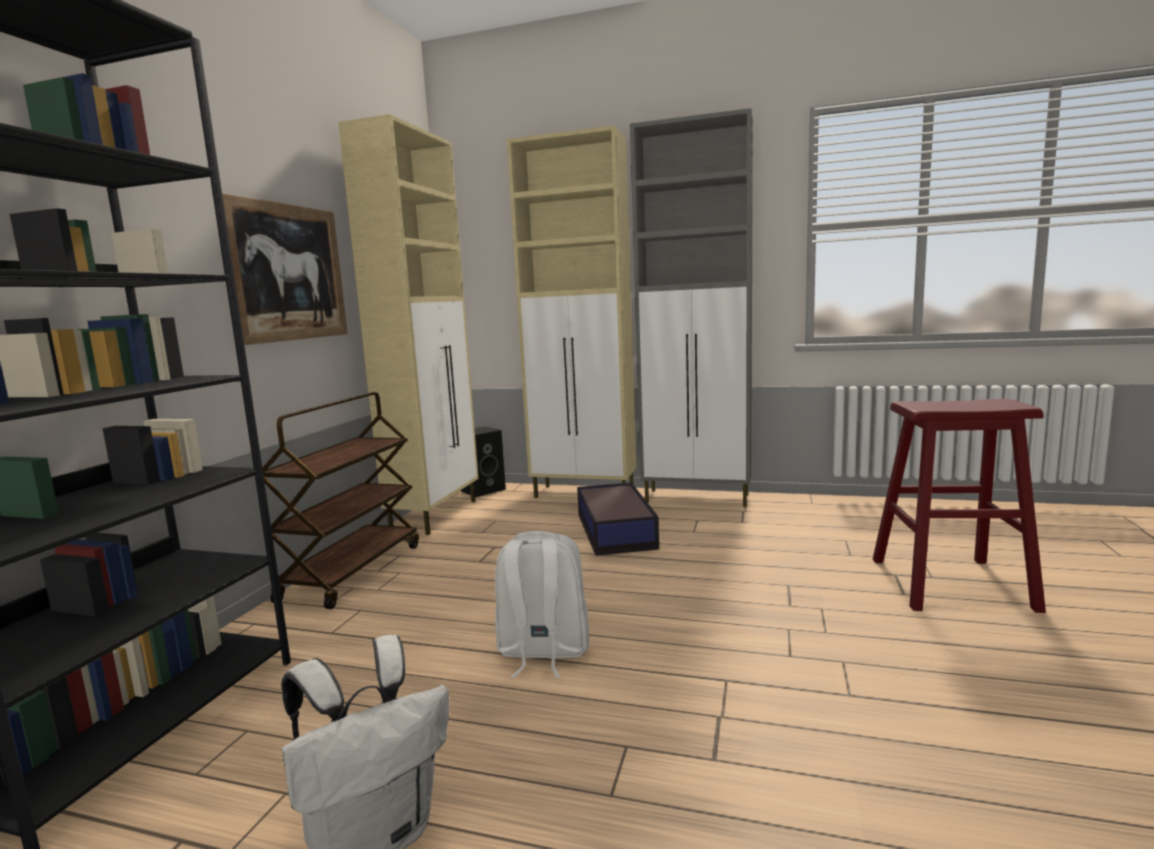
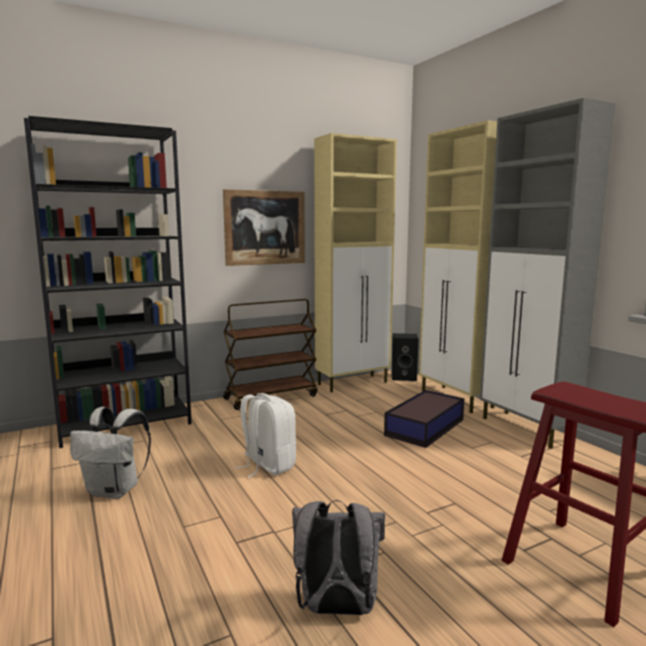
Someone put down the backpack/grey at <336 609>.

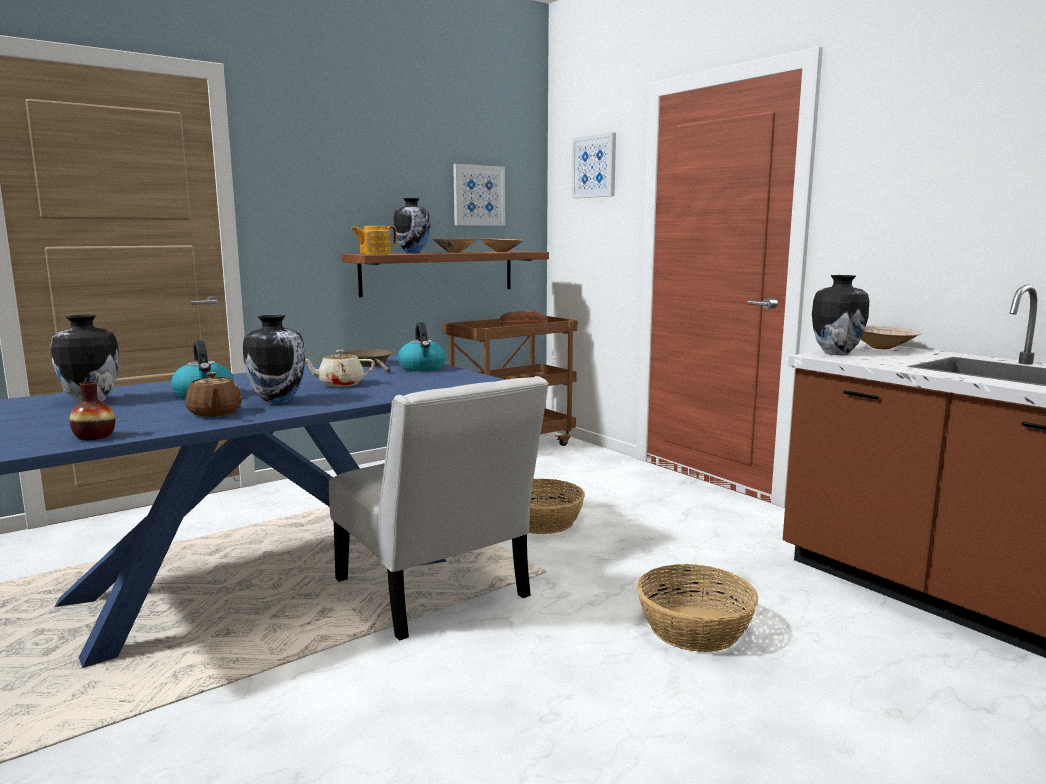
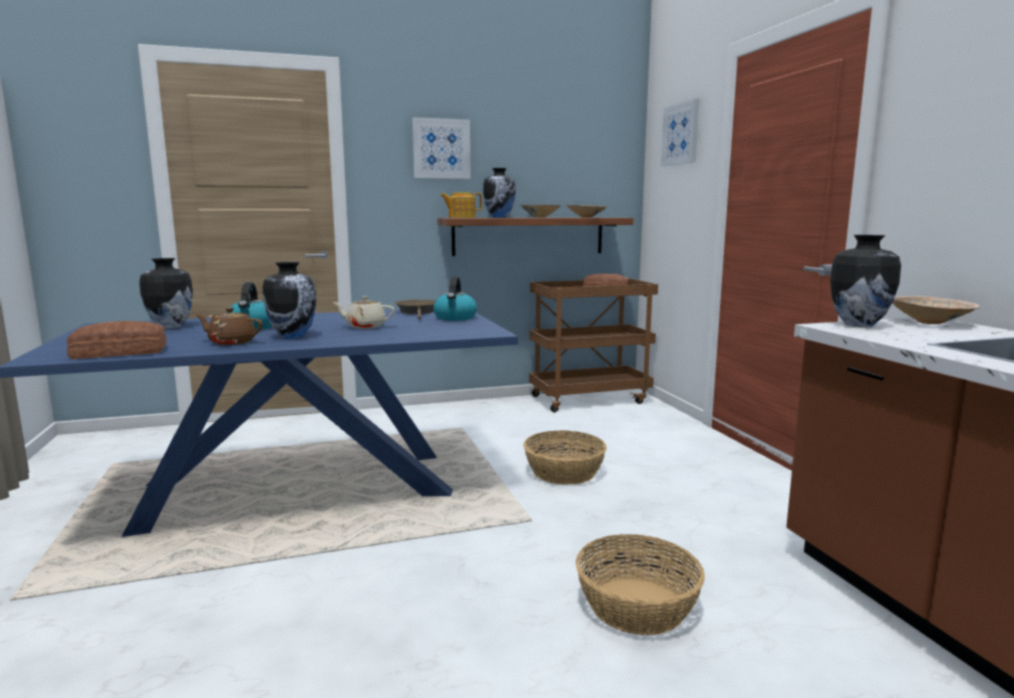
Someone carried the picture from <478 195> to <441 149>.
Someone rotated the teapot/brown at <215 413> by 105 degrees clockwise.
Someone took away the chair/white at <435 593>.
Someone swapped the vase at <94 436> for the bread at <121 352>.

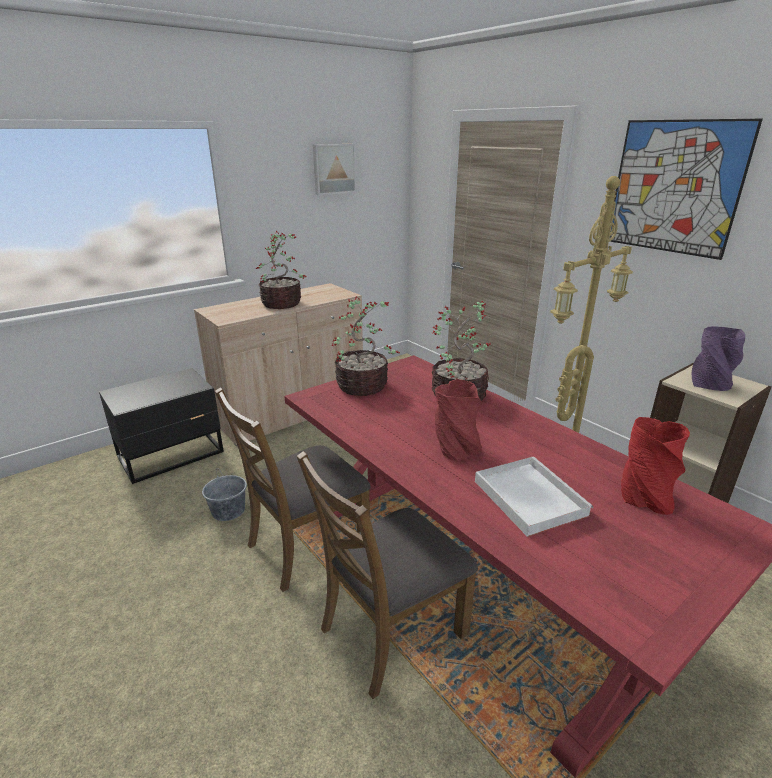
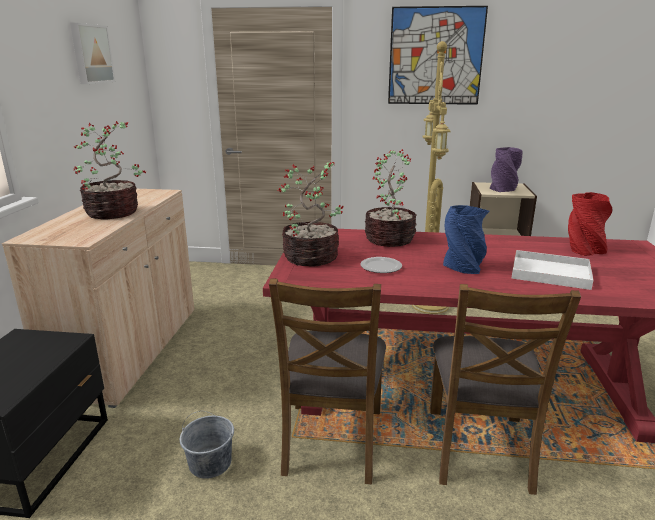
Someone repainted the vase/red at <456 449>, which became the vase/blue at <463 267>.
Someone put down the plate at <381 267>.

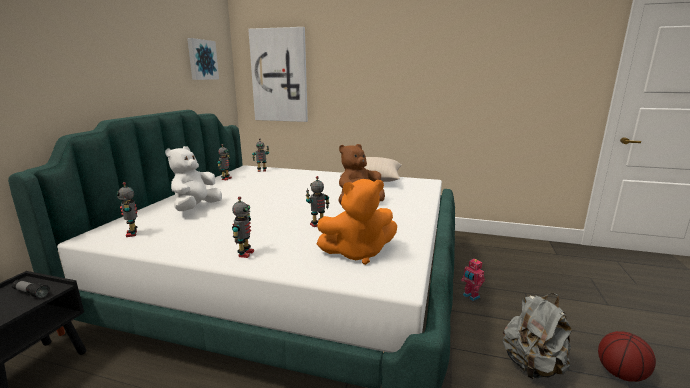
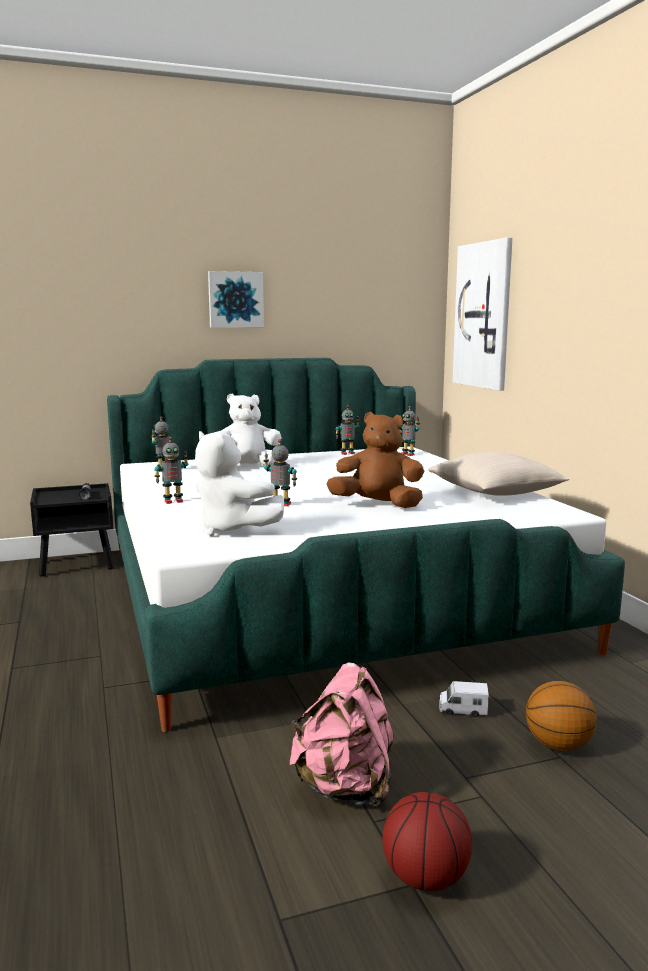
Someone carried the picture from <202 60> to <235 299>.
Someone repainted the plush toy/orange at <358 253>, which became the plush toy/white at <232 529>.
Someone swapped the toy robot at <470 296> for the toy truck at <463 710>.
Someone repainted the backpack/grey at <533 366>, which became the backpack/pink at <345 787>.
Someone put down the basketball at <558 745>.

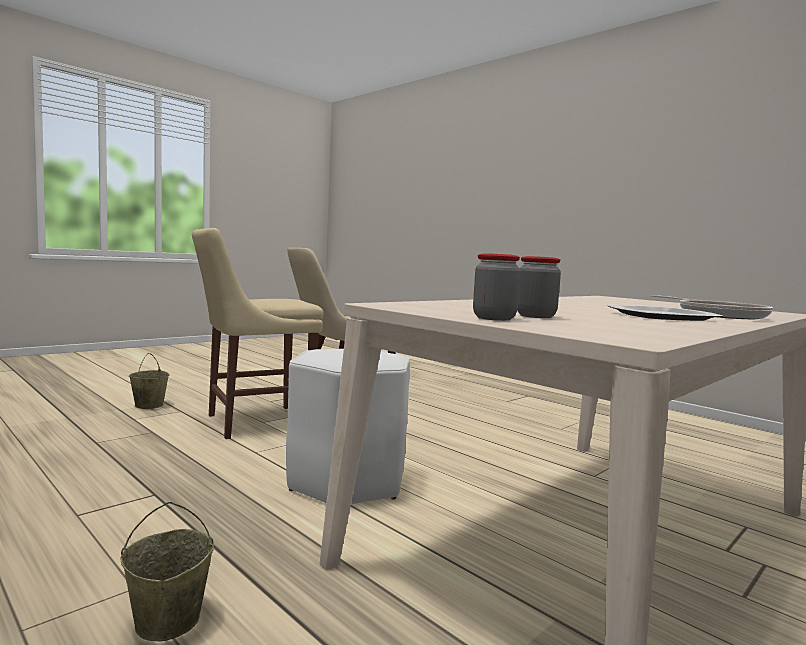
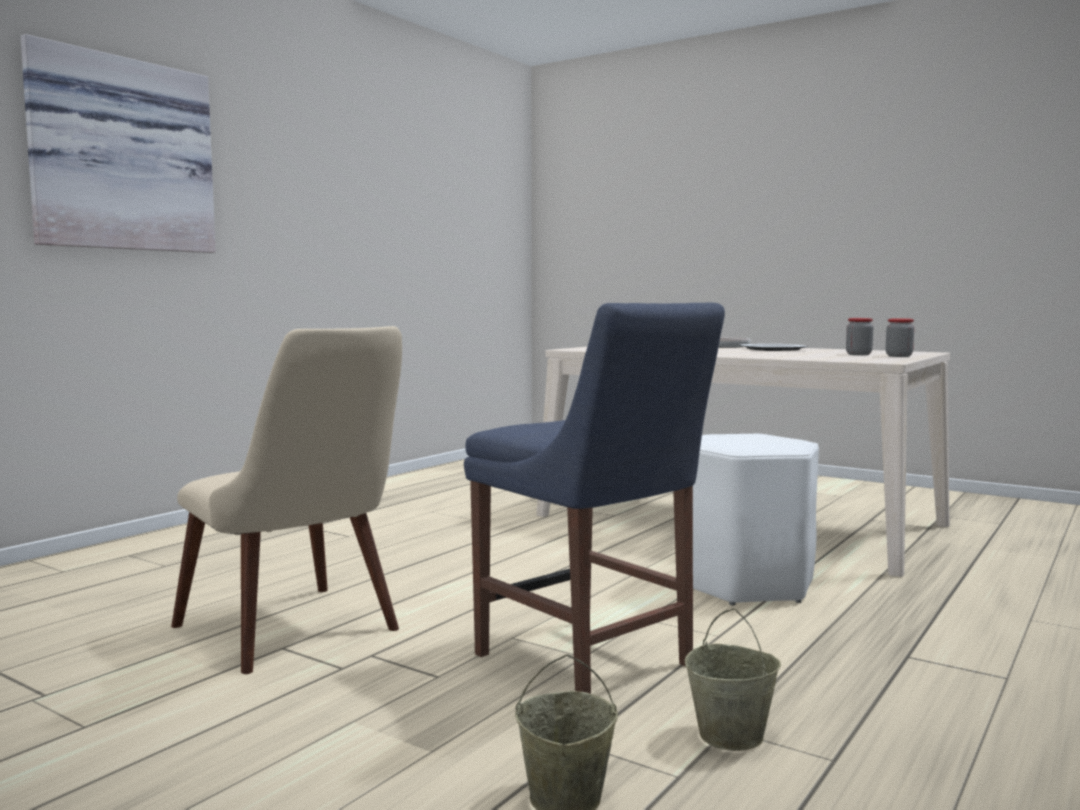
Someone repainted the chair/beige at <253 422>, which became the chair/blue at <589 663>.
Someone carried the bucket/beige from <167 621> to <732 735>.
Someone put up the picture at <120 155>.

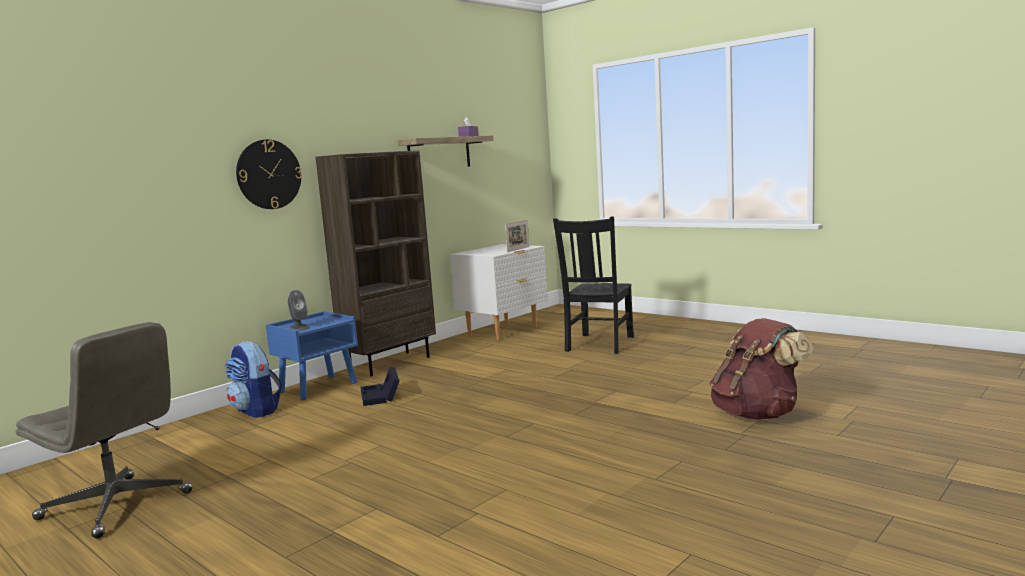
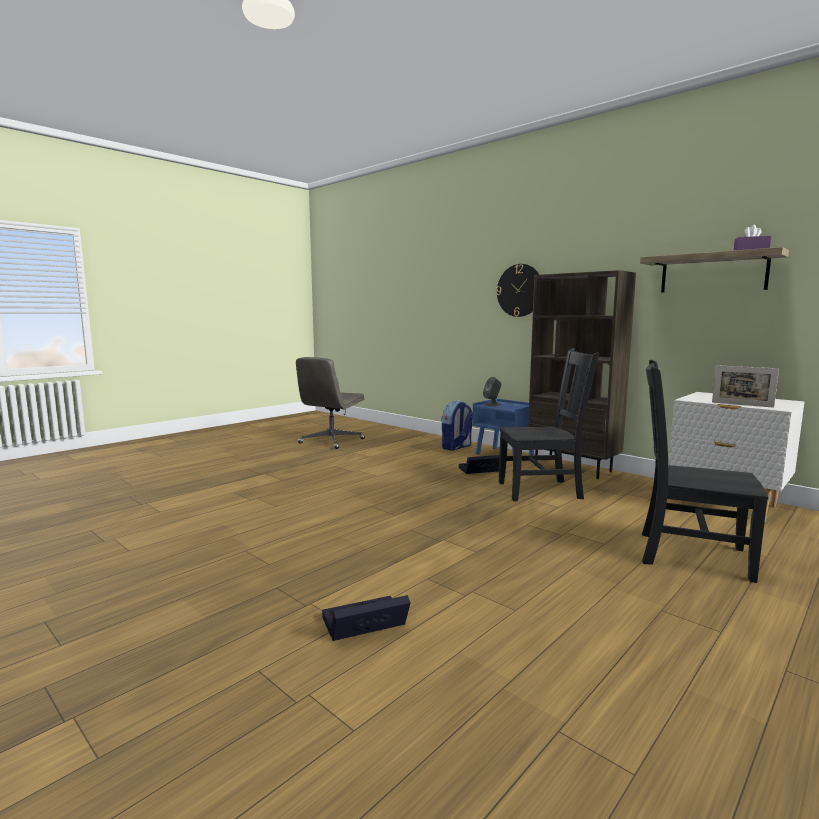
Someone swapped the backpack/brown at <757 414> for the storage box/black at <363 625>.
Someone put down the chair/black at <542 490>.

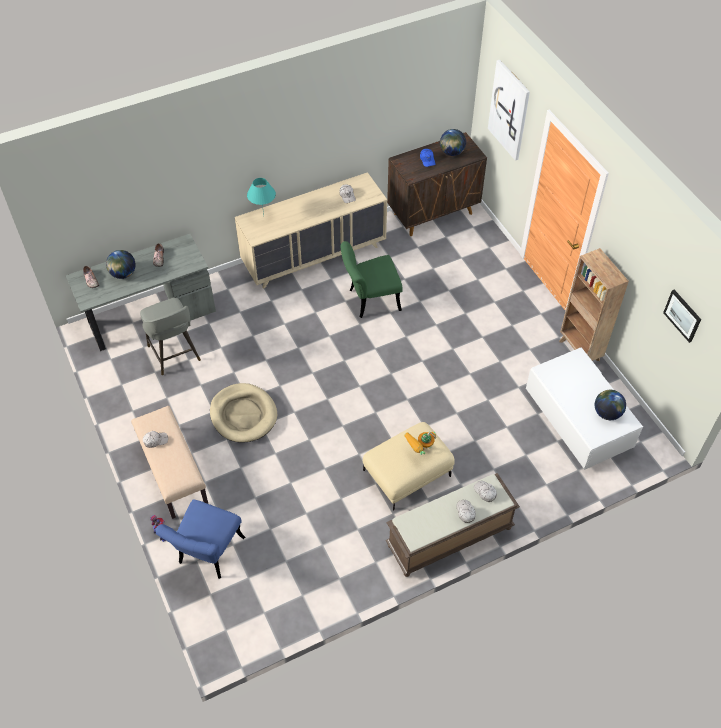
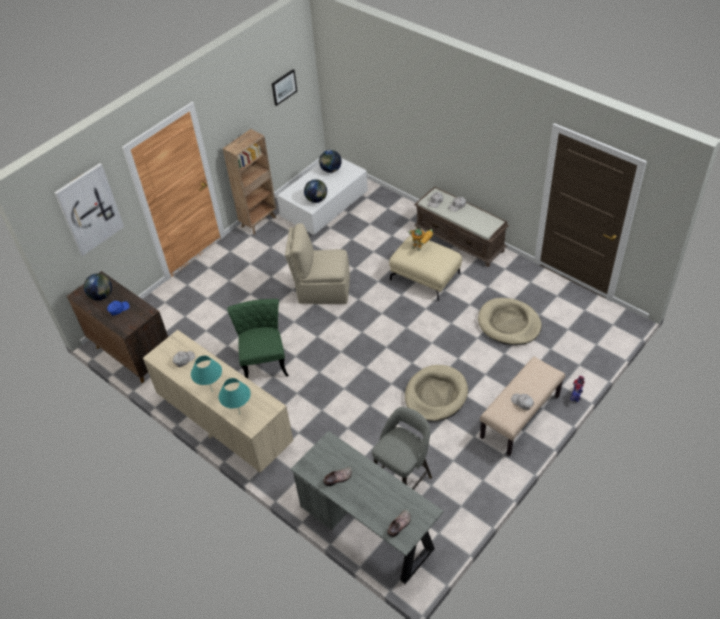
Someone rotated the chair/green at <369 300> by 150 degrees counterclockwise.
Someone carried the globe from <123 274> to <316 200>.
Someone took away the chair/blue at <207 554>.
Someone put down the chair/beige at <322 290>.
Someone put down the dog bed/beige at <509 324>.
Someone put down the table lamp/turquoise at <212 391>.

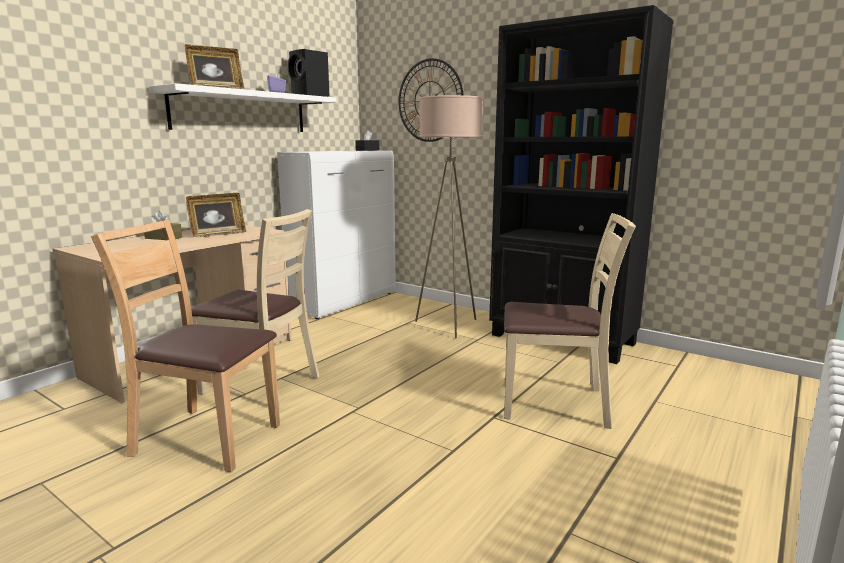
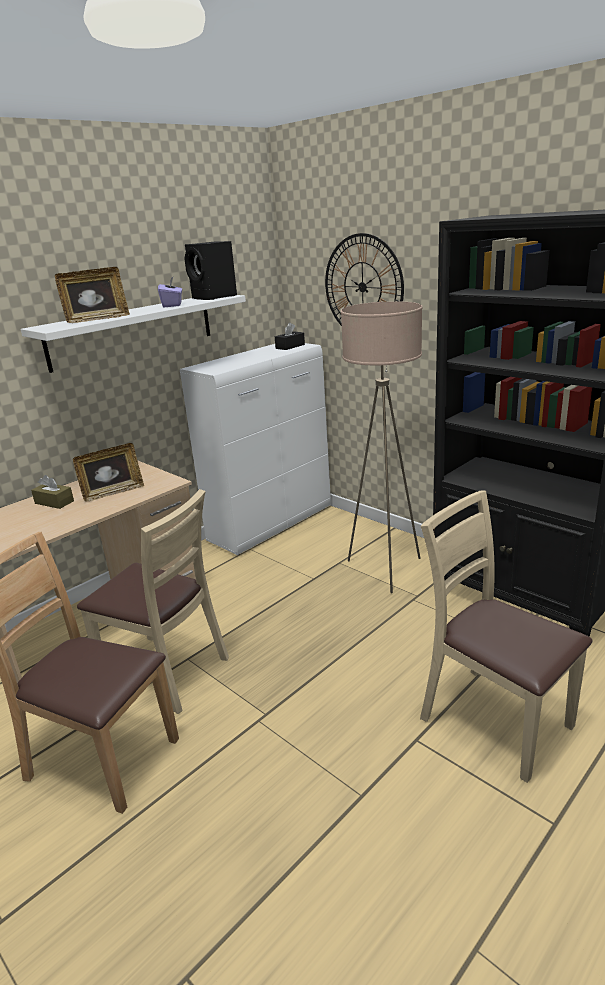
Someone rotated the chair/beige at <556 404> by 150 degrees counterclockwise.

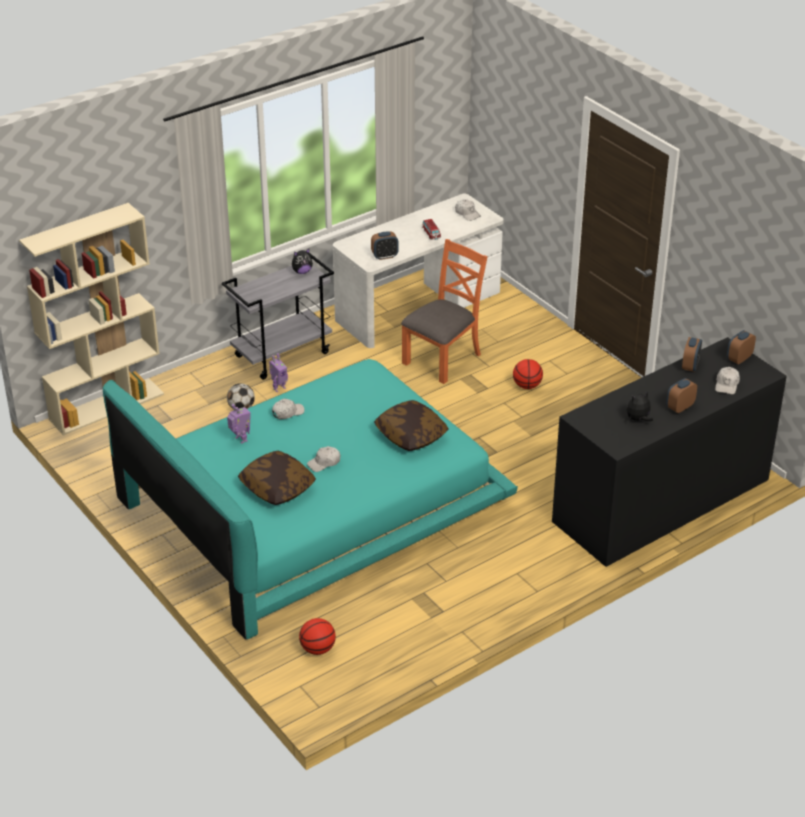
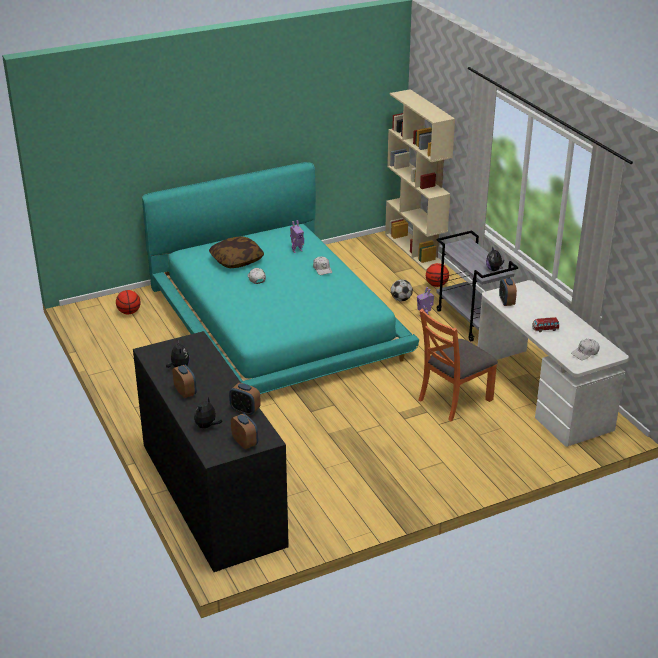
Someone rotated the chair/orange at <443 359> by 90 degrees clockwise.
Someone carried the basketball from <527 386> to <436 285>.
Someone swapped the cap/white at <727 384> for the plush toy at <207 426>.
Someone took away the pillow at <410 435>.

